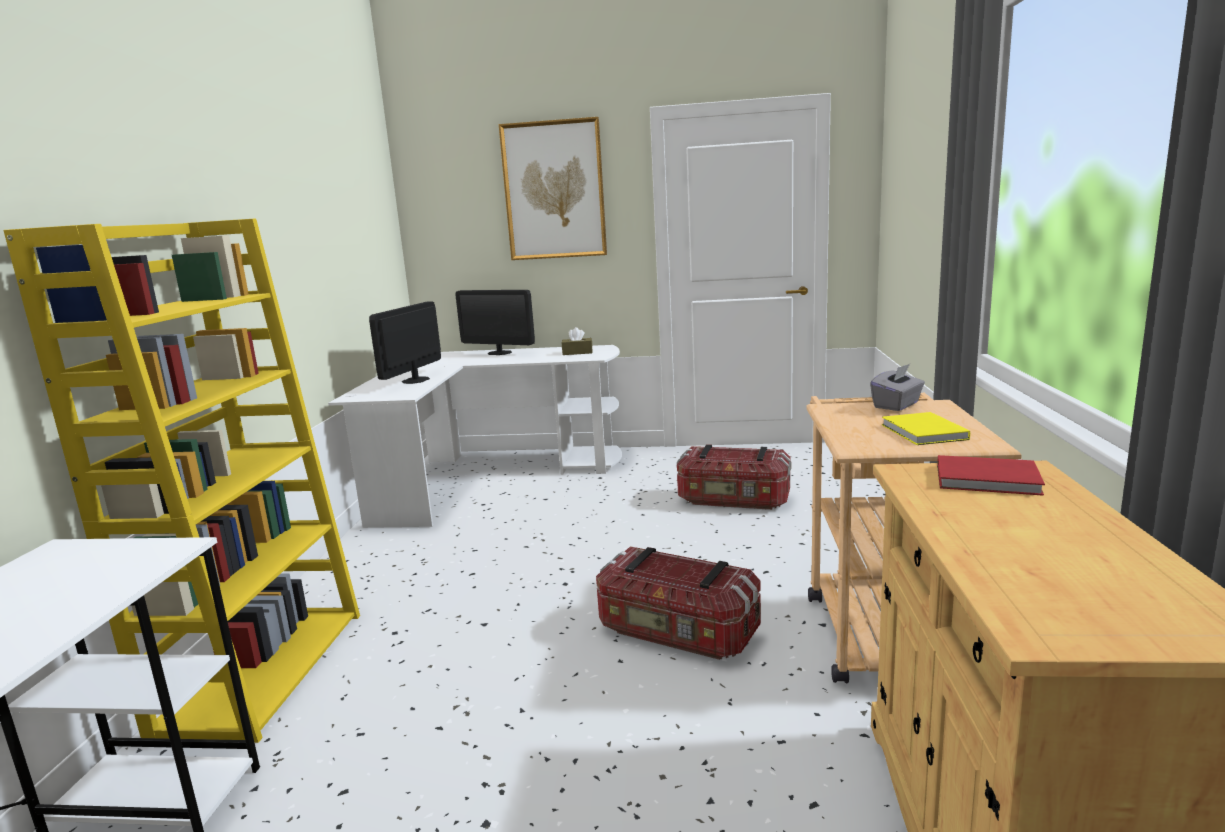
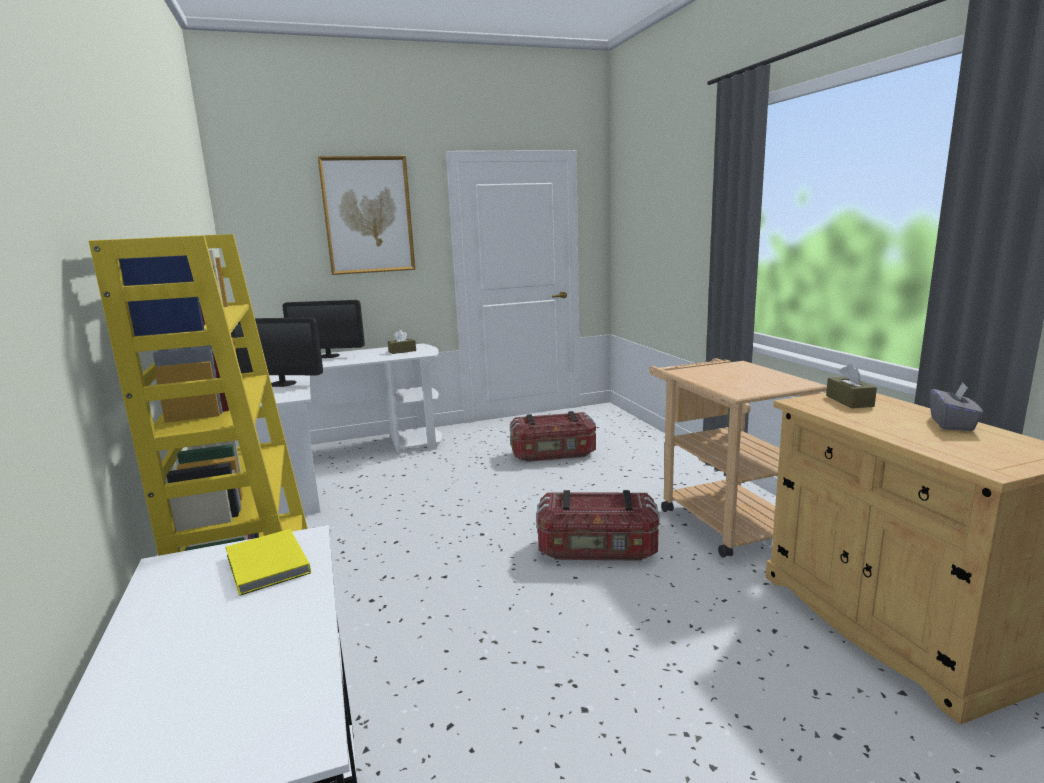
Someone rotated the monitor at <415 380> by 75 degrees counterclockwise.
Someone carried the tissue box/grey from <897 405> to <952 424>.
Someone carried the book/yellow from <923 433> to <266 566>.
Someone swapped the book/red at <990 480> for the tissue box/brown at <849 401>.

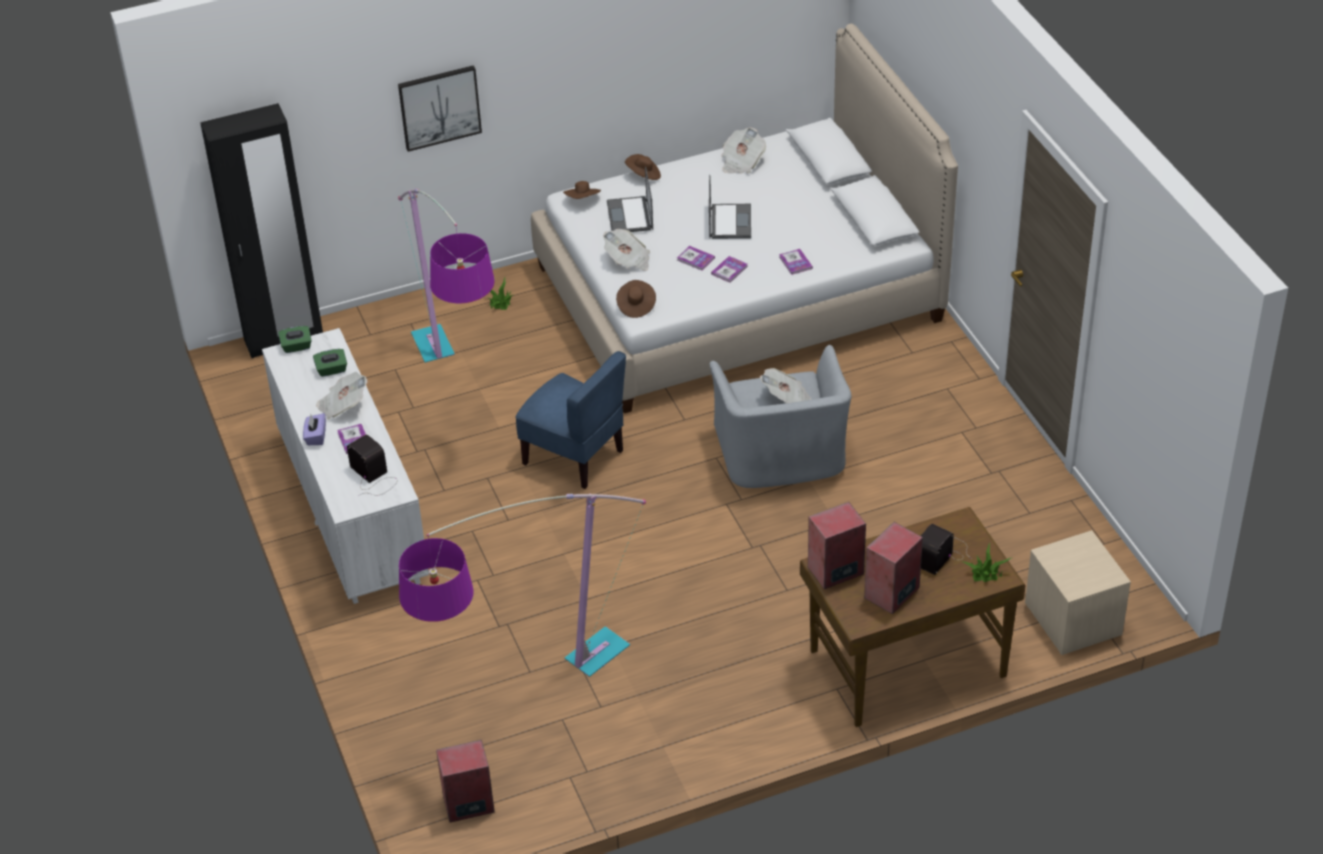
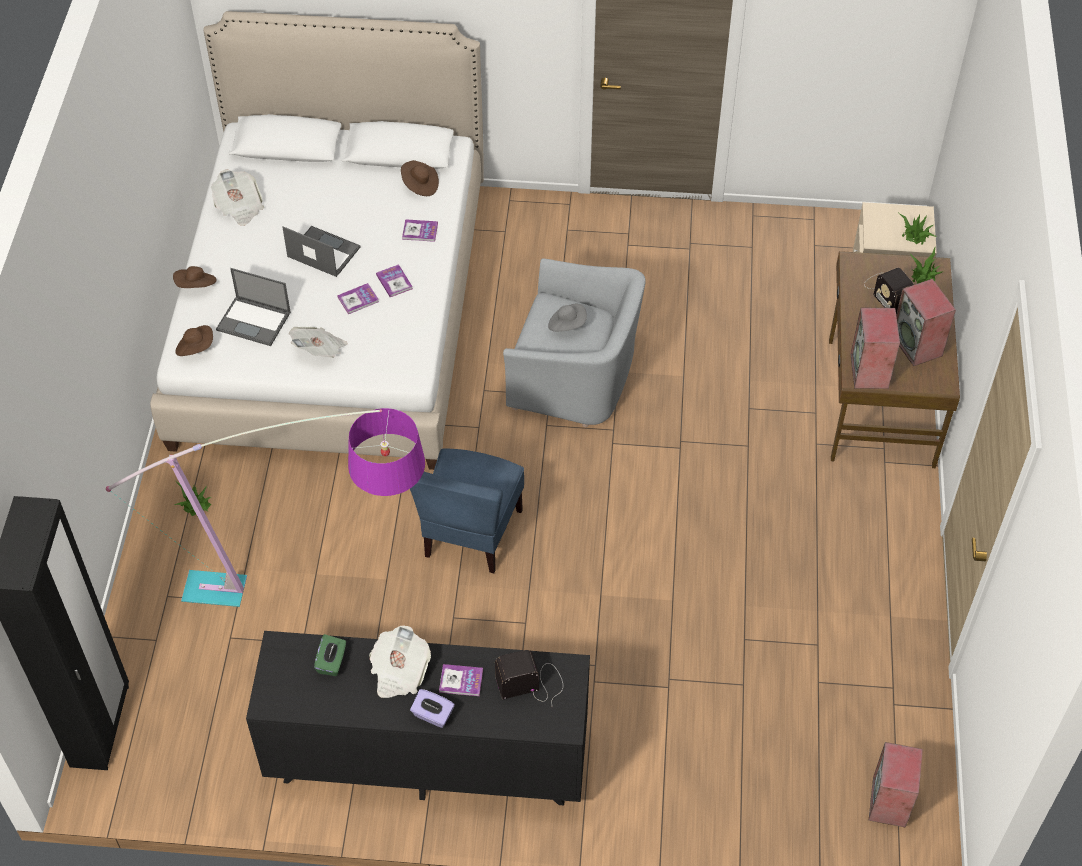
Someone took away the picture at <439 107>.
Someone carried the hat/brown from <636 306> to <420 185>.
Someone took away the tissue box/green at <296 347>.
Someone repainted the dresser/white at <352 512>, which became the dresser/black at <427 757>.
Someone rotated the chair/blue at <574 456> by 135 degrees clockwise.
Someone swapped the newspaper at <786 398> for the hat/grey at <567 325>.
Someone took away the floor lamp at <522 709>.
Someone put down the potted plant at <915 234>.

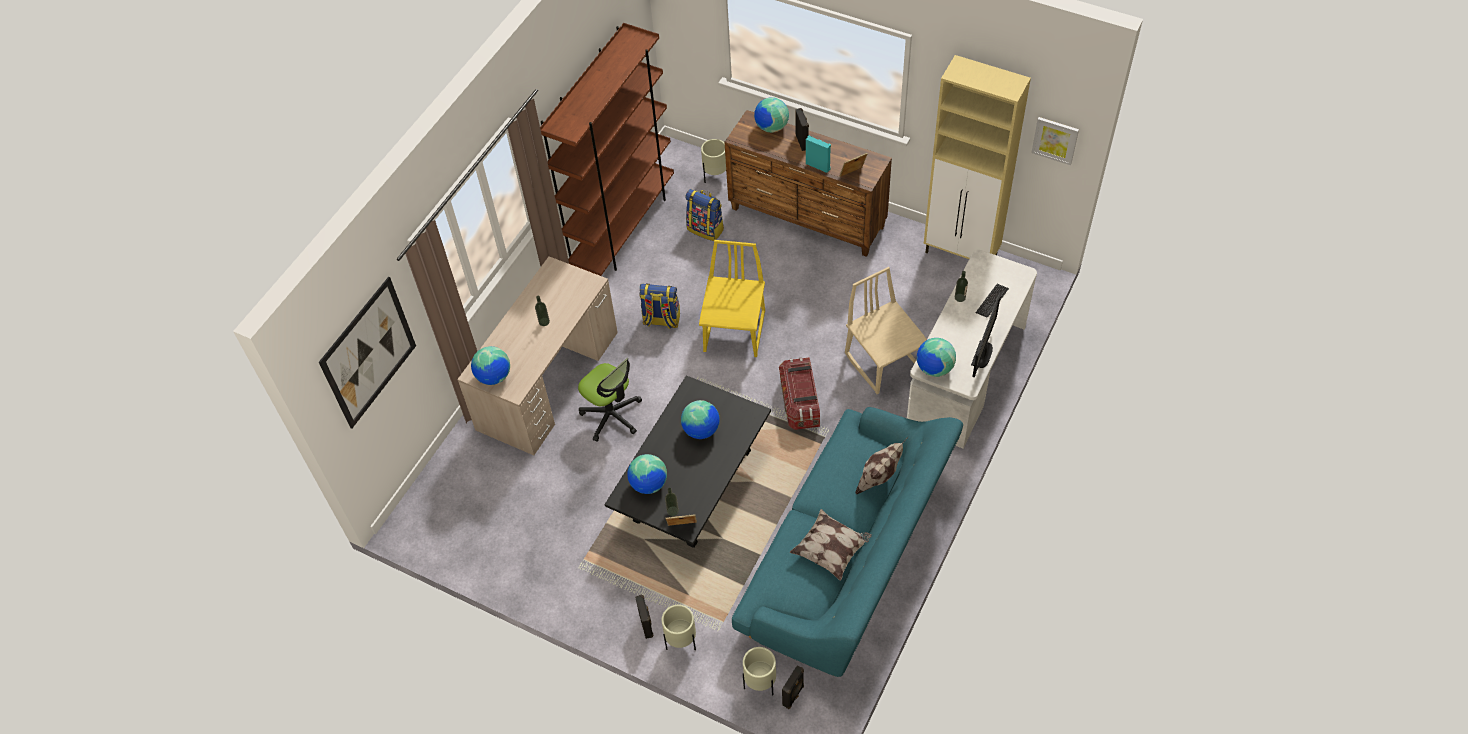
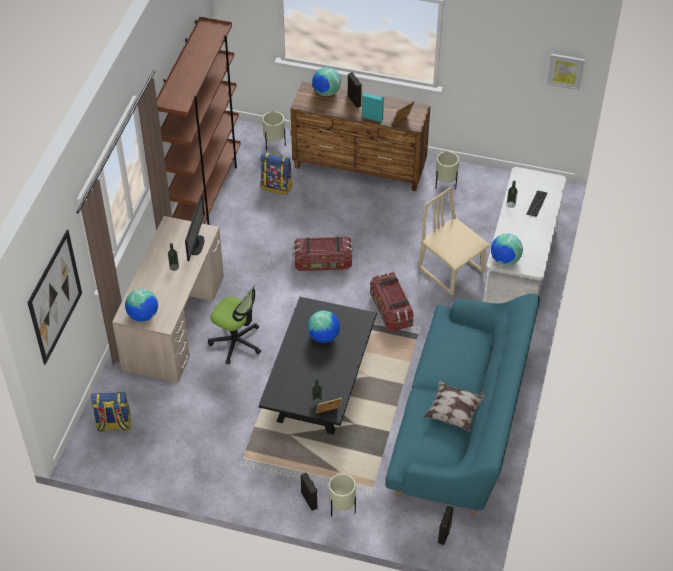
Someone took away the cabinet/beige at <962 254>.
Someone swapped the chair/yellow at <735 332> for the storage box at <323 263>.
Someone carried the backpack from <661 320> to <114 424>.
Someone carried the monitor from <983 355> to <197 245>.
Someone took away the pillow at <880 479>.
Someone took away the globe at <649 484>.
Someone carried the planter/beige from <760 683> to <445 185>.

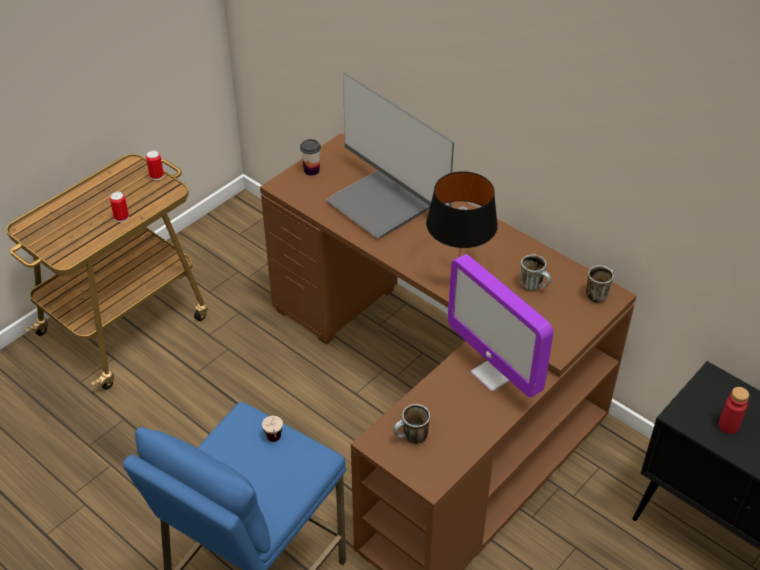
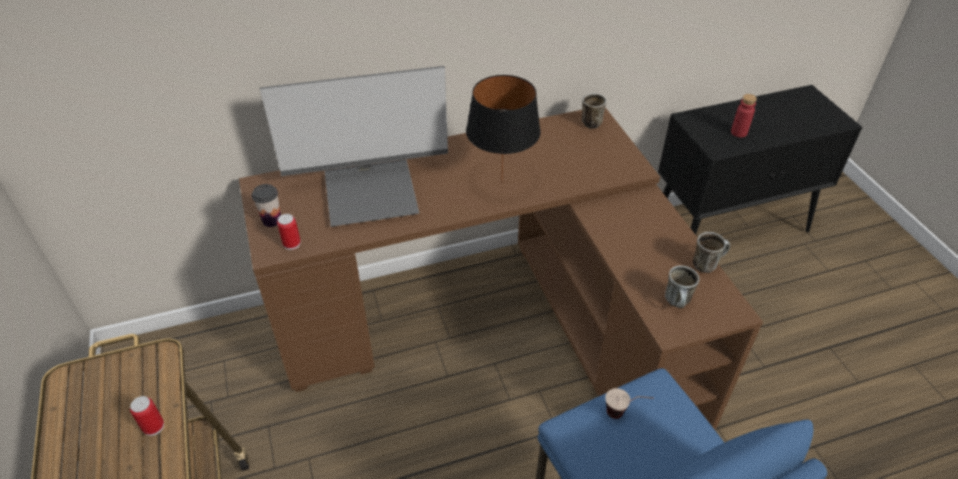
Someone carried the can from <156 176> to <292 244>.
Someone took away the monitor at <494 373>.
Someone carried the mug from <534 286> to <707 264>.

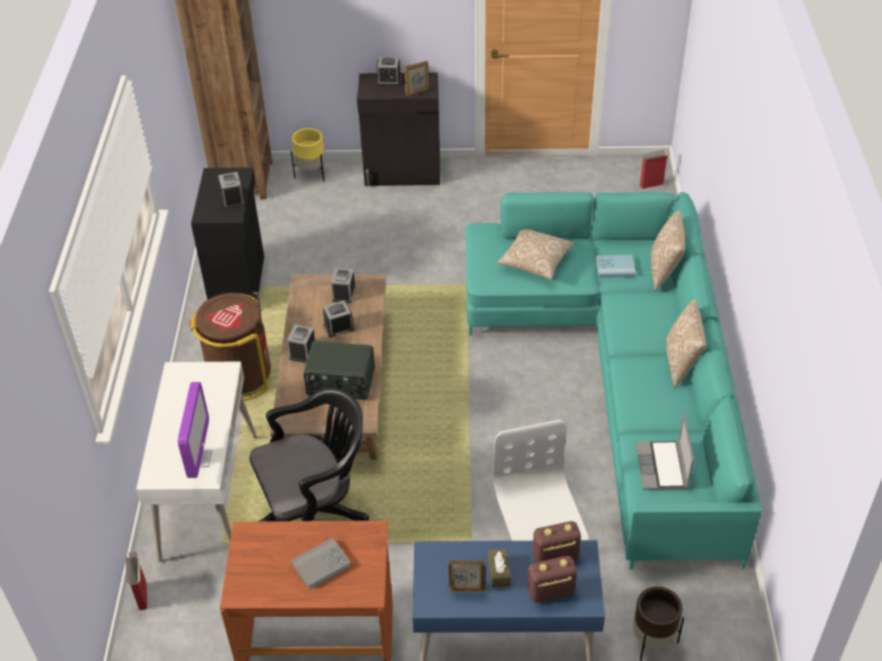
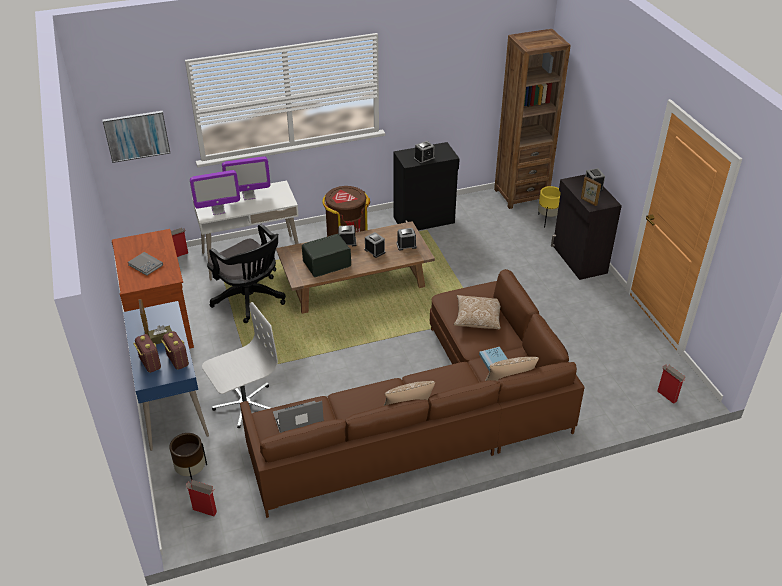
Someone repainted the sofa/turquoise at <621 373>, which became the sofa/brown at <431 416>.
Someone rotated the radio at <340 383> by 75 degrees clockwise.
Someone put up the picture at <137 135>.
Someone put down the monitor at <249 196>.
Someone put down the cardboard box at <205 511>.

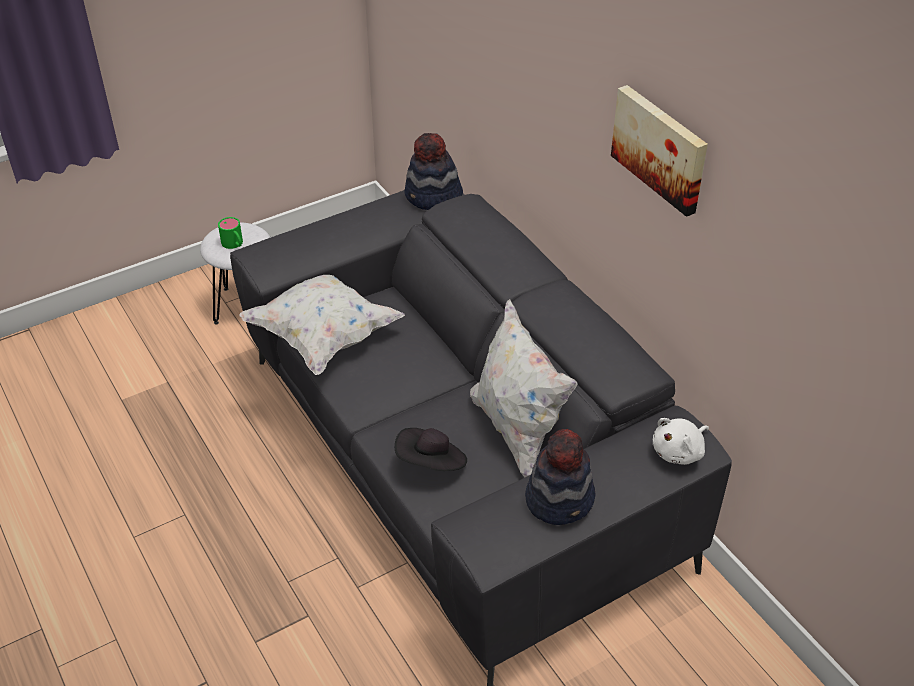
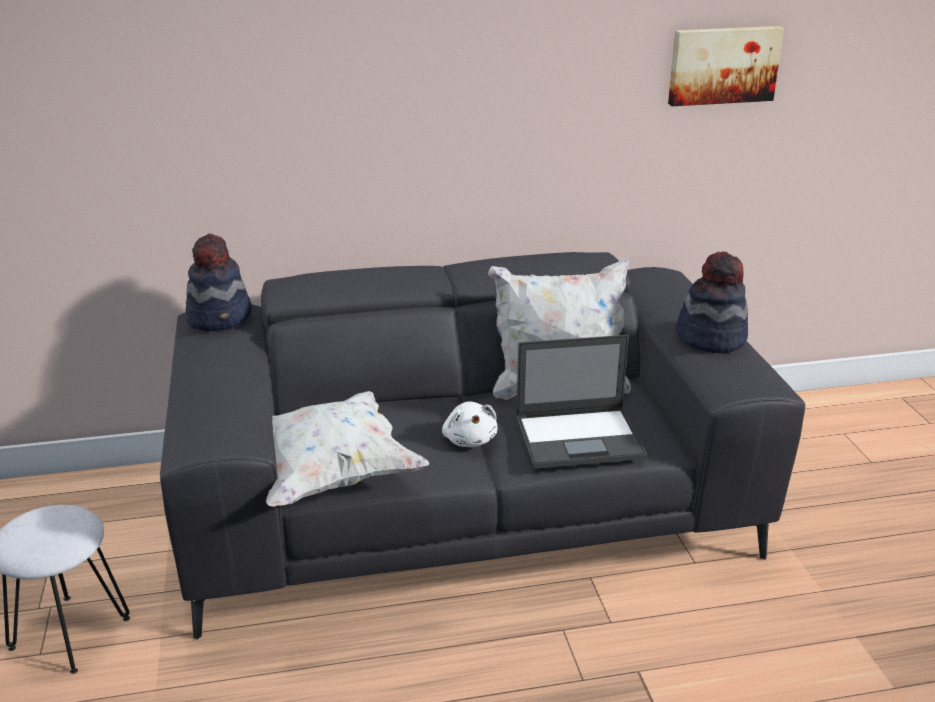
Someone carried the picture from <661 148> to <723 65>.
Someone took away the mug/green at <234 244>.
Someone carried the plush toy/white from <679 452> to <469 439>.
Someone swapped the hat/black at <431 463> for the laptop at <580 437>.

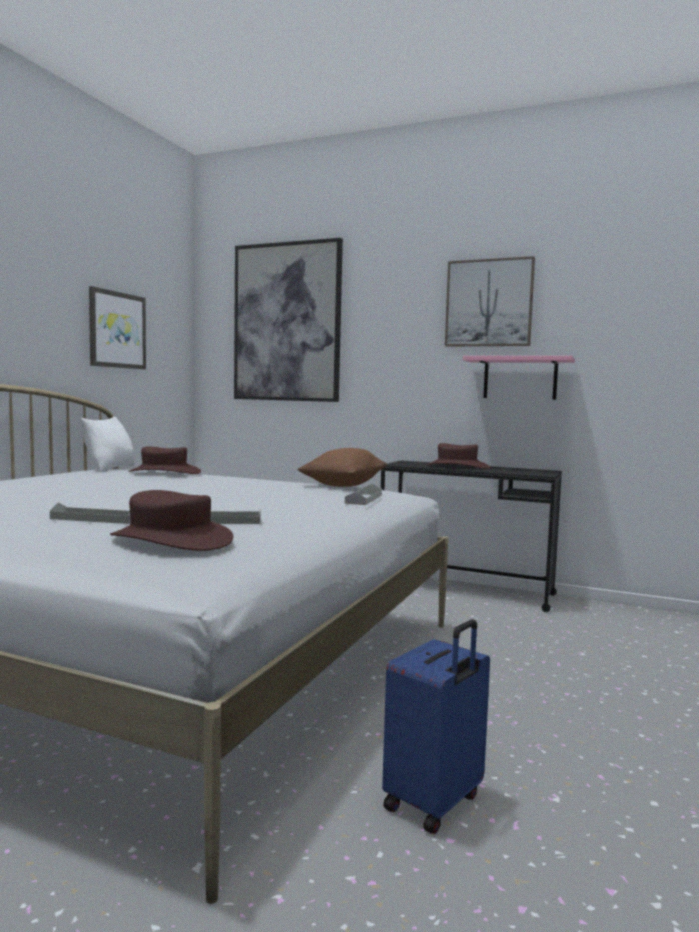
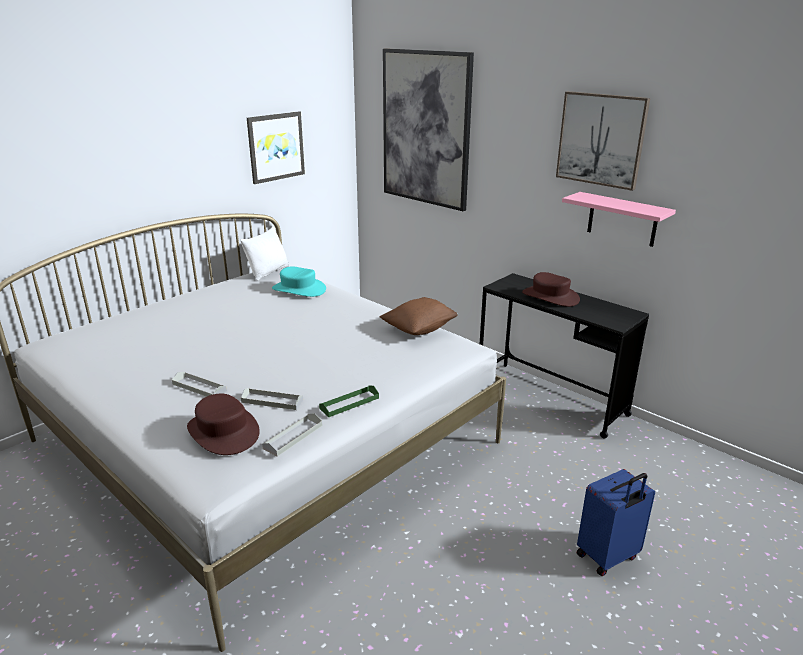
Someone repainted the hat/brown at <164 472>, which became the hat/turquoise at <298 289>.
Someone carried the tray/grey from <363 499> to <293 437>.
Someone carried the suitcase/blue from <435 803> to <608 557>.
Someone put down the tray/green at <349 403>.

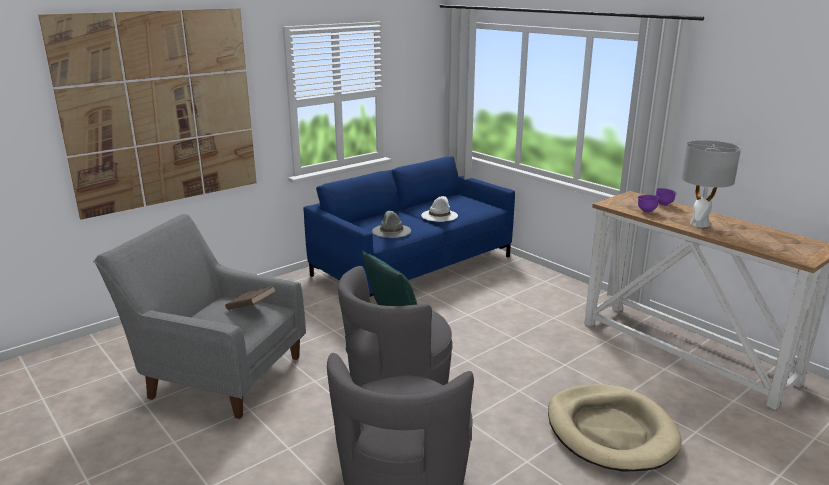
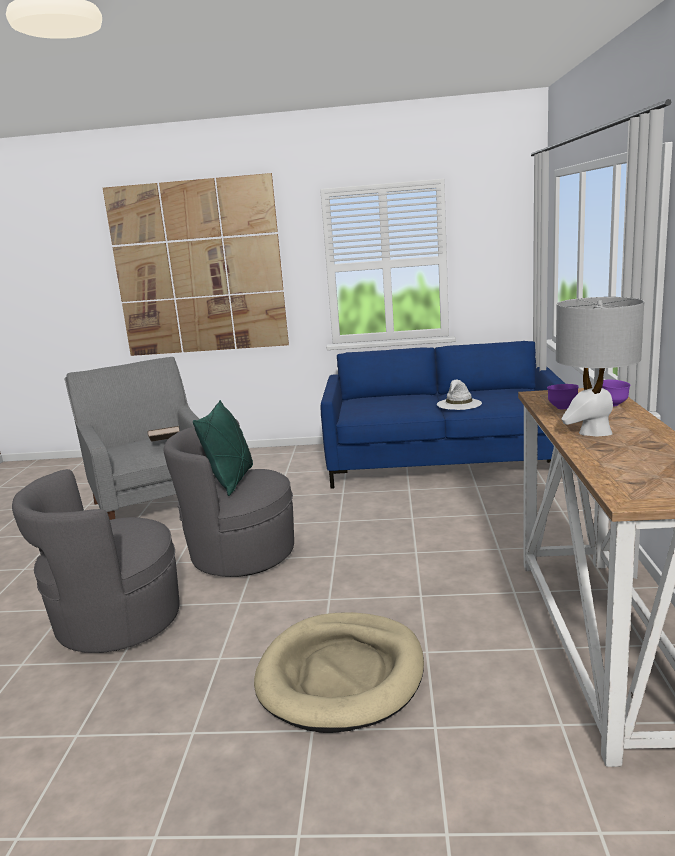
Someone took away the hat/grey at <391 231>.

